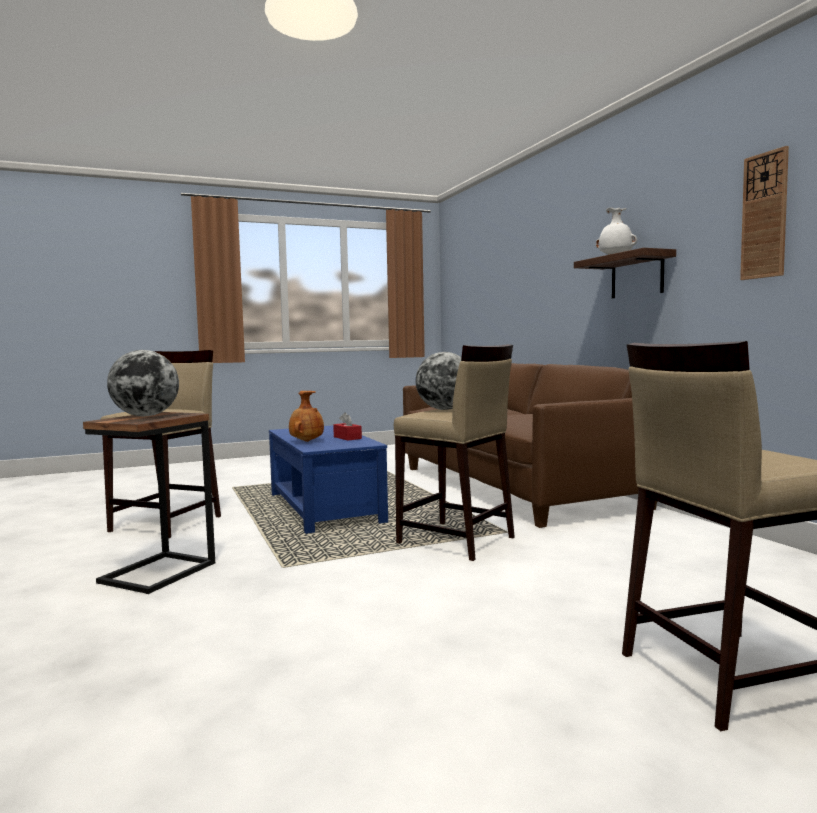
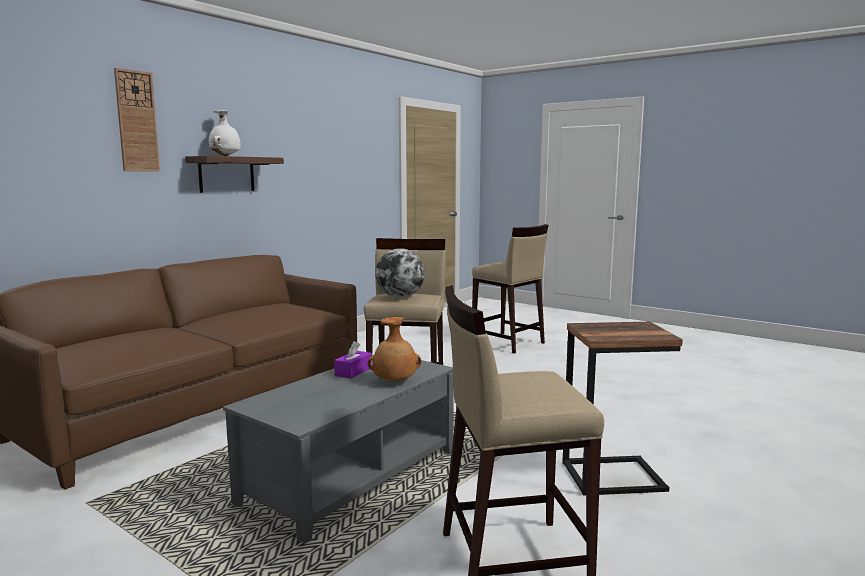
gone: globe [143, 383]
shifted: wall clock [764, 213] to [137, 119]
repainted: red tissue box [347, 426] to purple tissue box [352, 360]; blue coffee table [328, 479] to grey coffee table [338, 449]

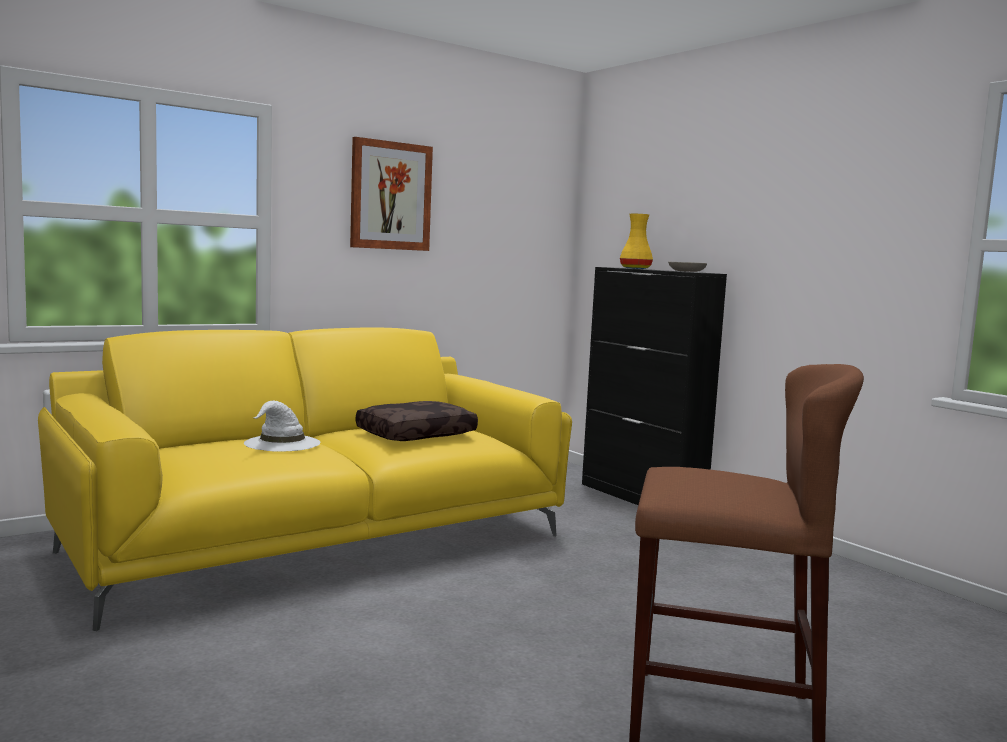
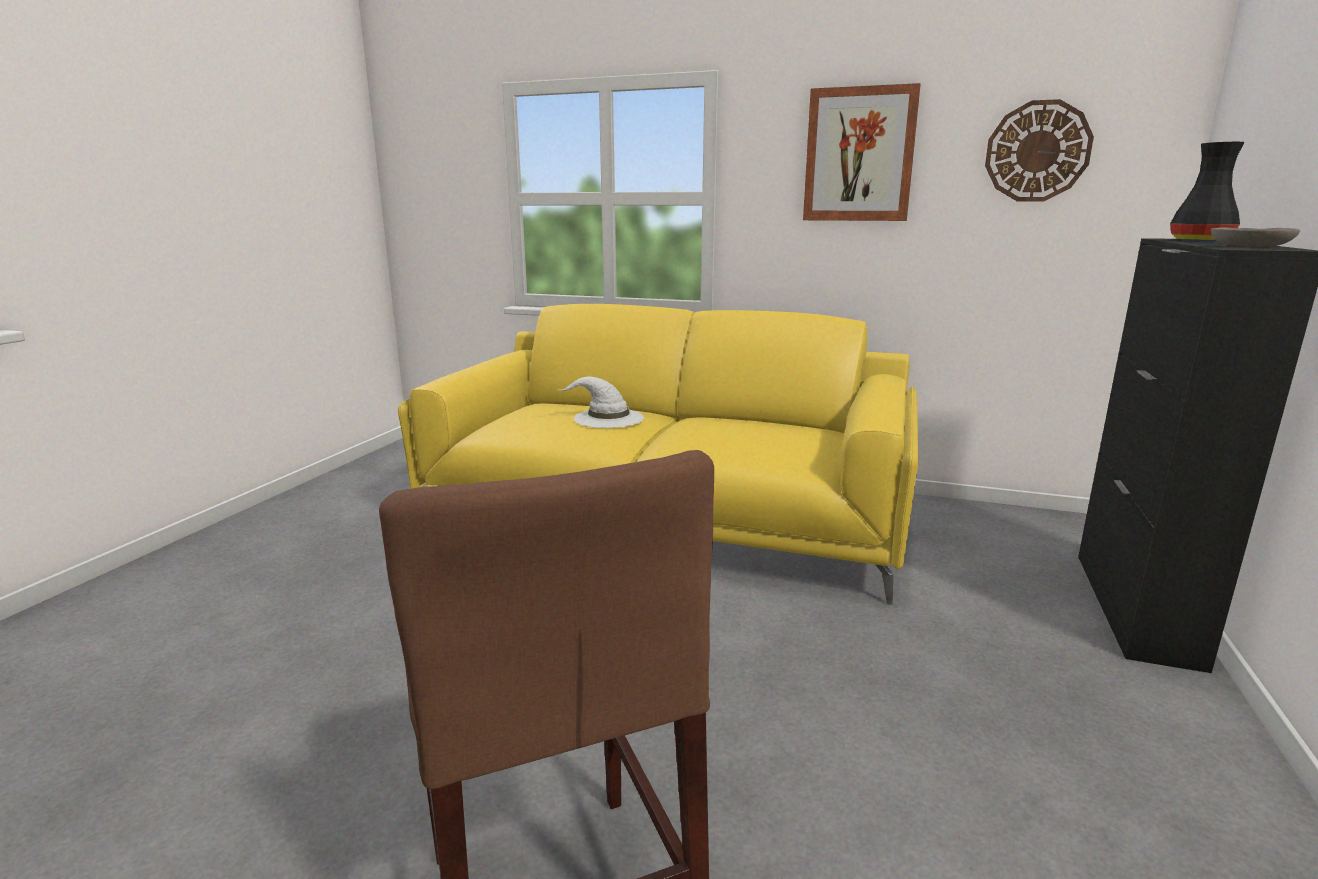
gone: brown pillow [417, 421]
new: wall clock [1039, 150]
repainted: yellow vase [636, 241] to black vase [1207, 191]

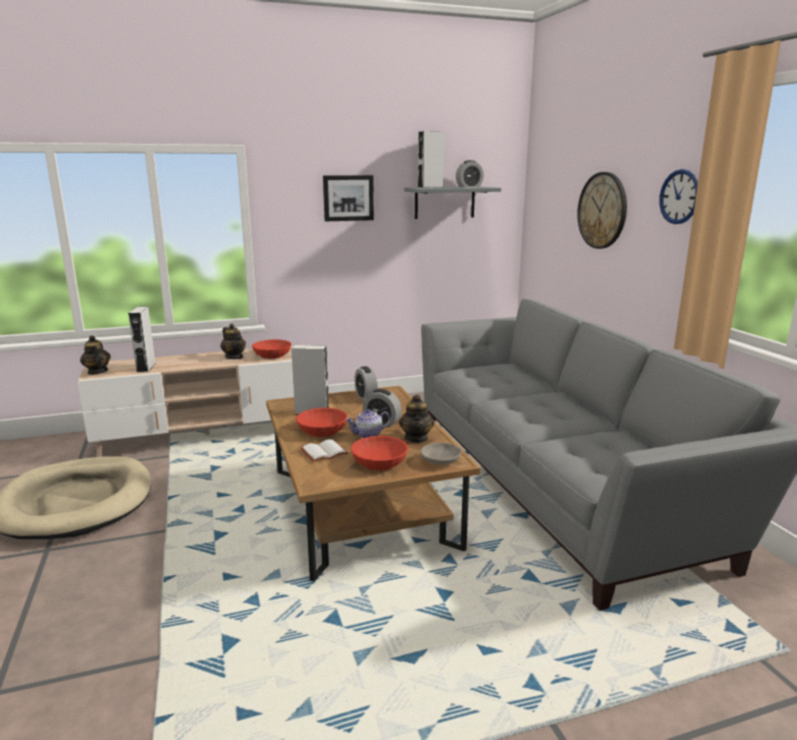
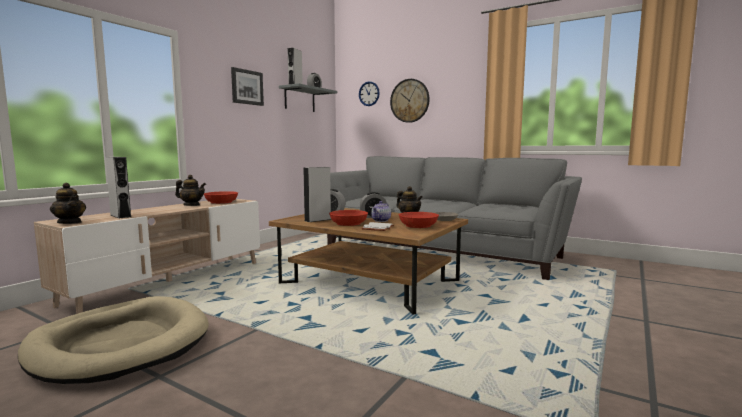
shifted: wall clock [678, 196] to [369, 93]
rotated: teapot [95, 355] = [68, 203] 150 degrees counterclockwise

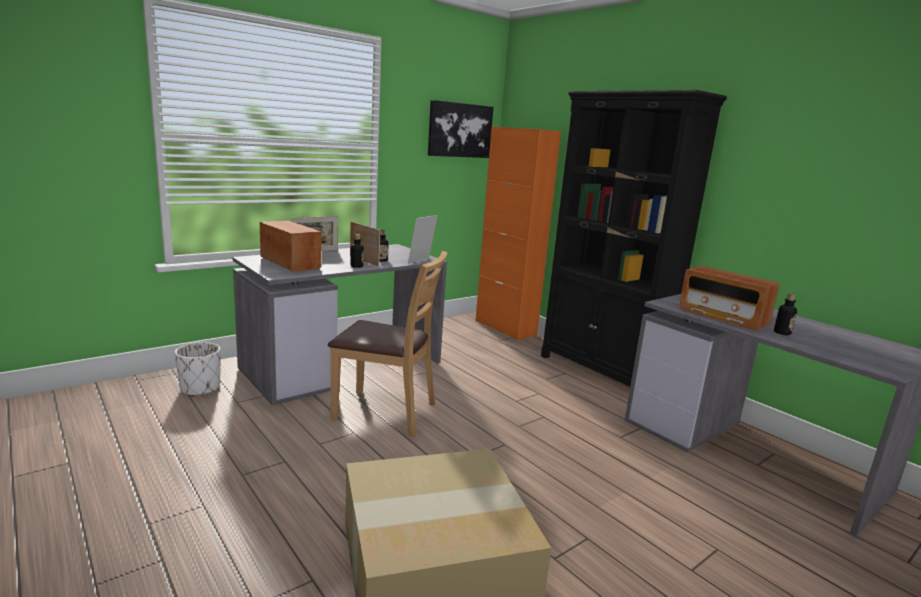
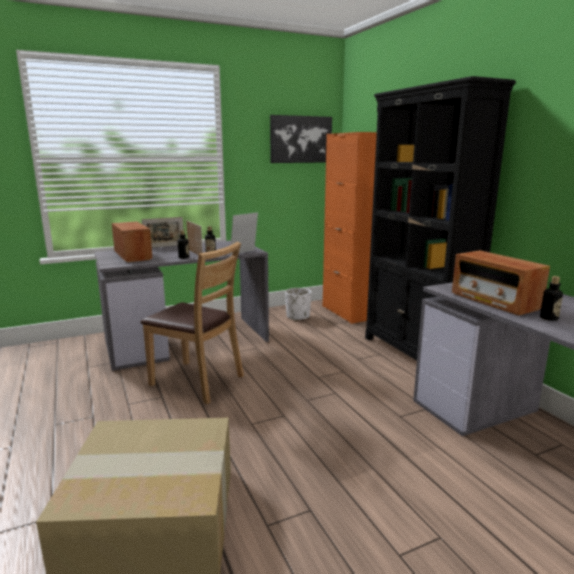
shifted: white planter [198, 369] to [298, 304]

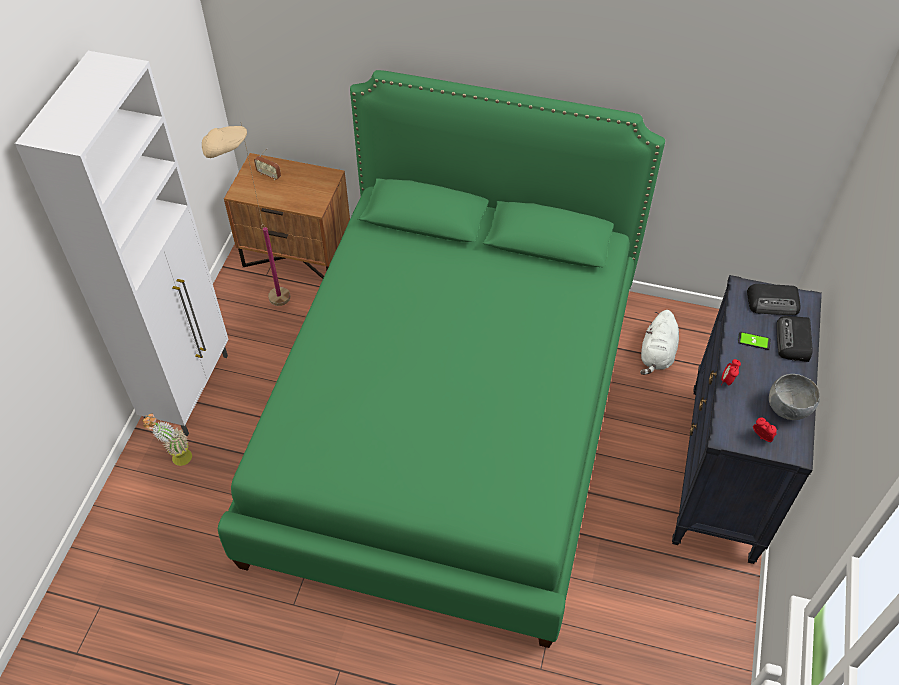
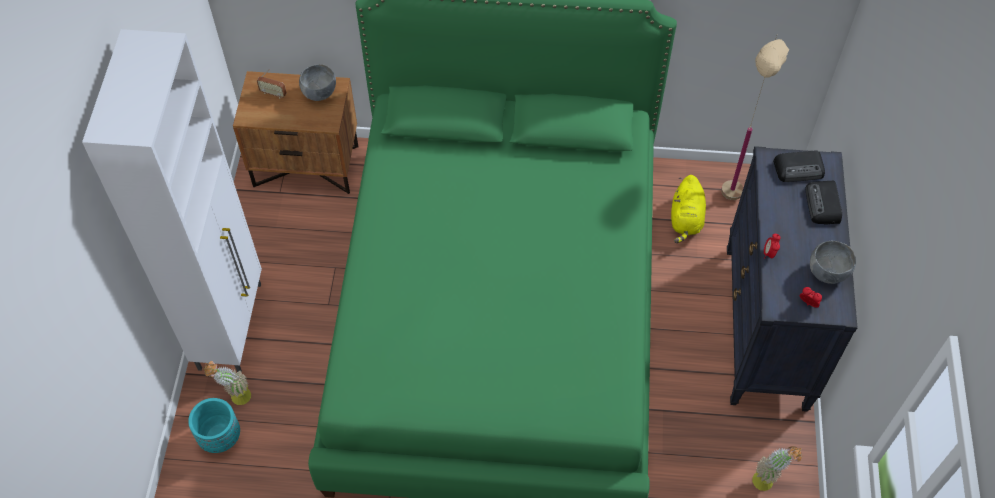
gone: phone [754, 341]
new: grey bowl [317, 82]; turquoise planter [214, 425]; potted plant [777, 468]
shifted: beige floor lamp [246, 215] to [755, 118]
repainted: white plush toy [659, 342] to yellow plush toy [688, 209]

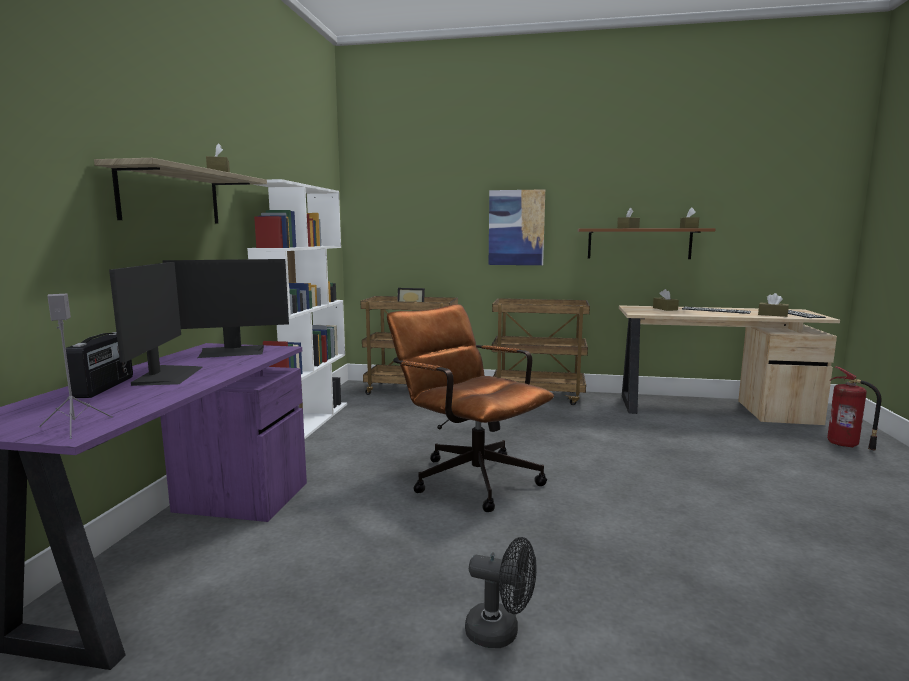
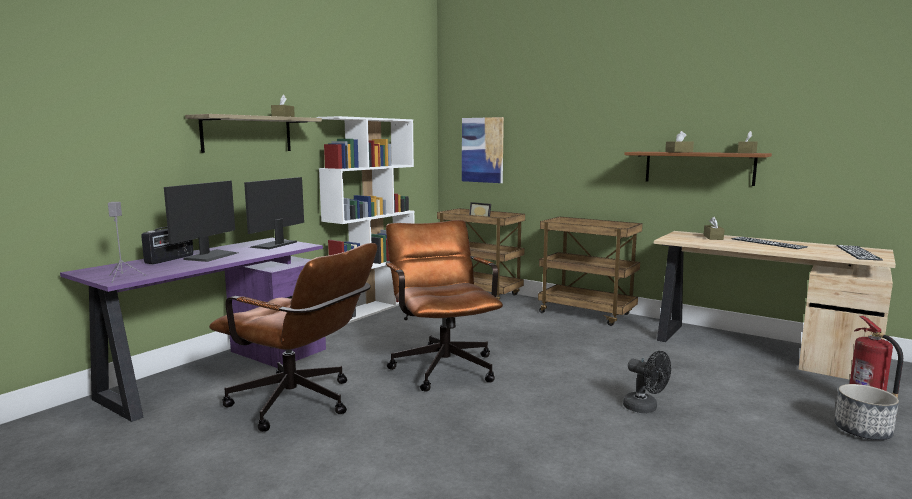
gone: brown tissue box [773, 305]
new: brown office chair [293, 337]; planter [867, 412]
shifted: picture [517, 227] to [483, 150]; black fan [501, 592] to [647, 382]
rotated: monitor [226, 308] = [274, 213] 105 degrees clockwise

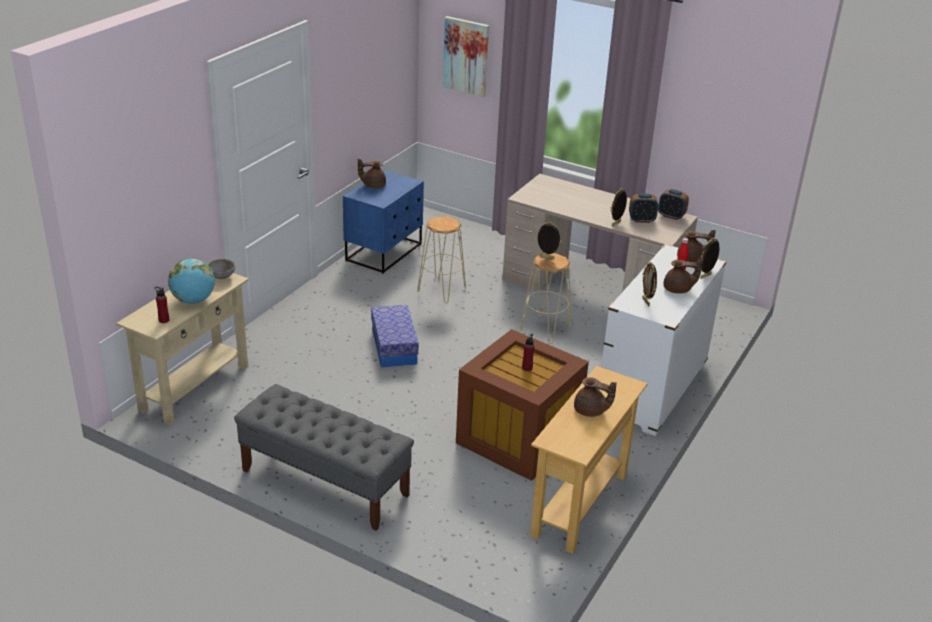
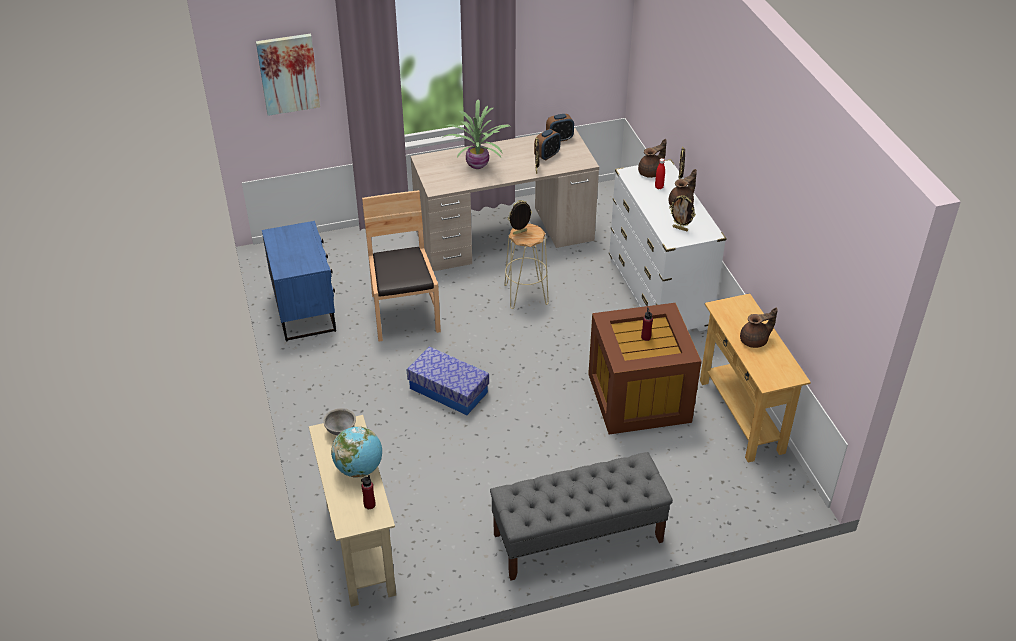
gone: brown teapot [372, 173]
new: potted plant [476, 134]
swapped: beige stool [441, 259] to brown chair [401, 266]

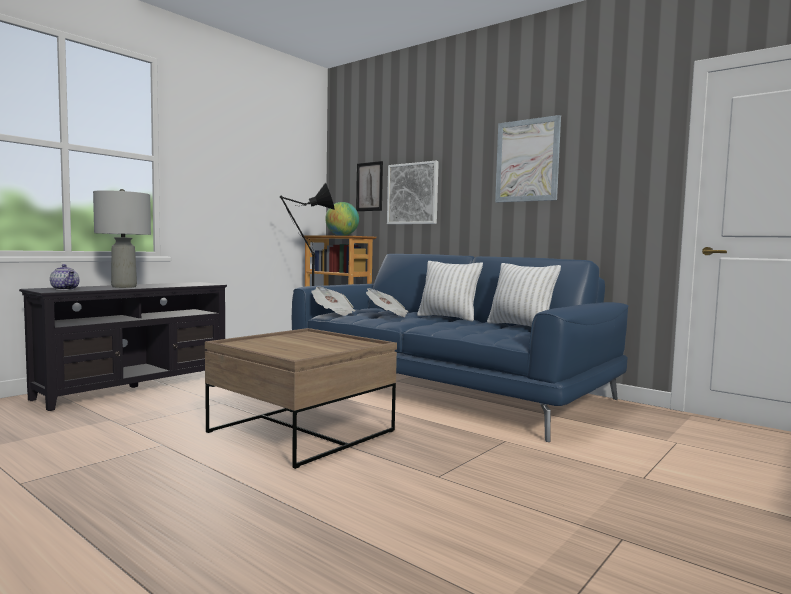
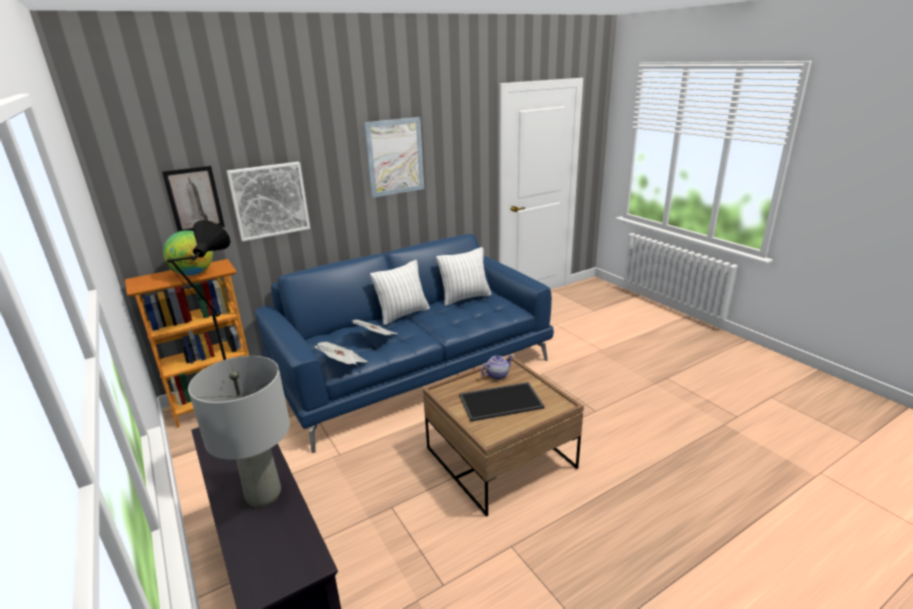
new: tray [502, 402]
shifted: teapot [64, 277] to [497, 367]

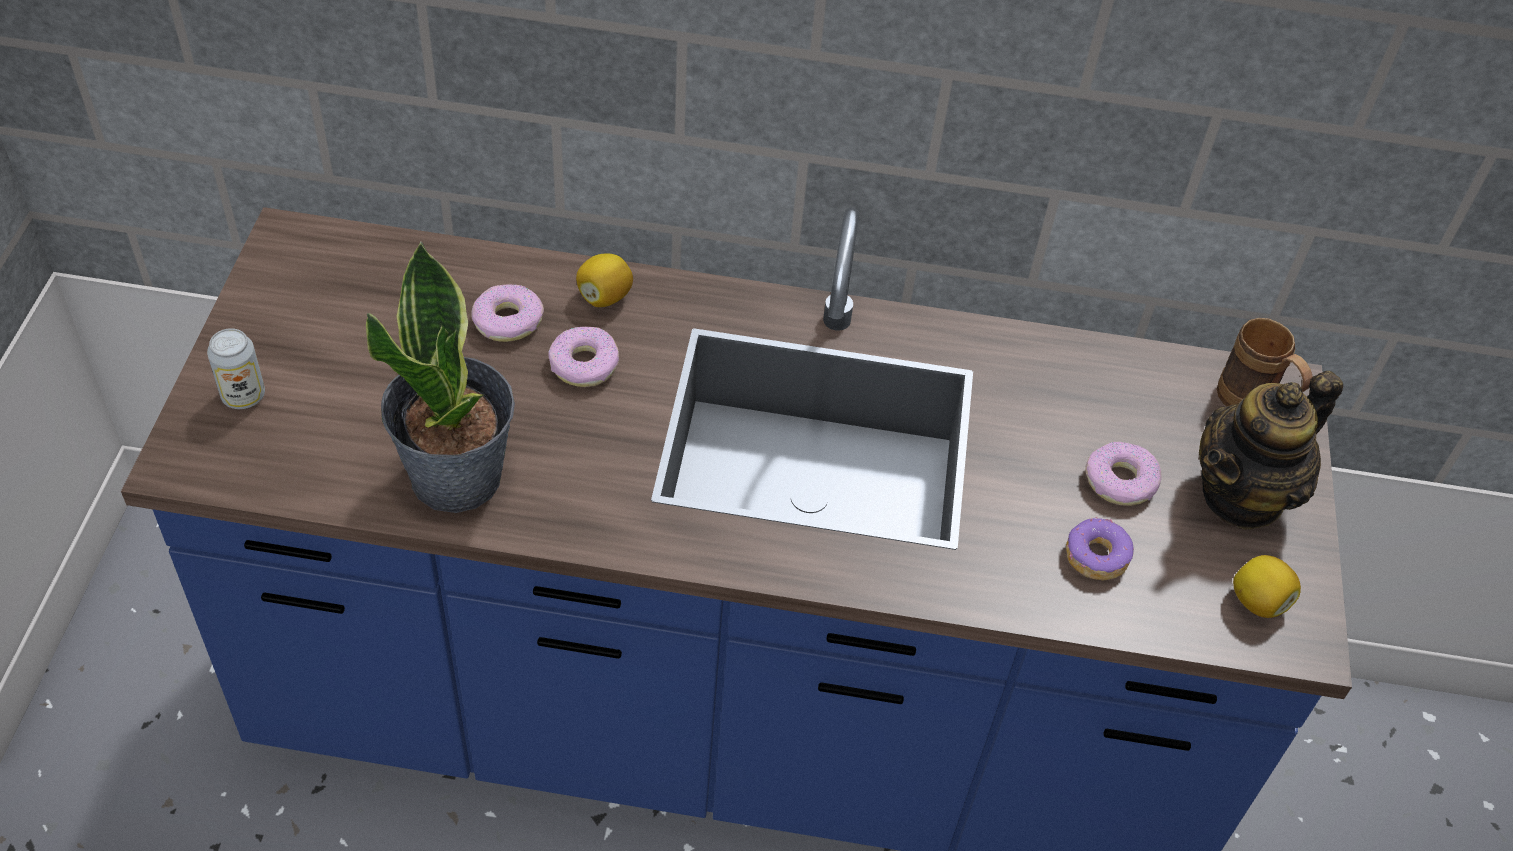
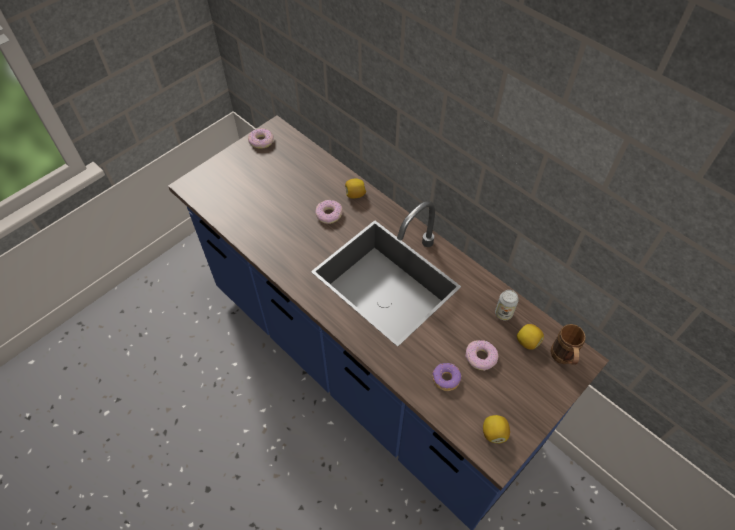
gone: potted plant [440, 377]; teapot [1271, 450]
new: lemon [530, 337]
shifted: donut [507, 313] to [261, 138]; can [236, 368] to [507, 305]

